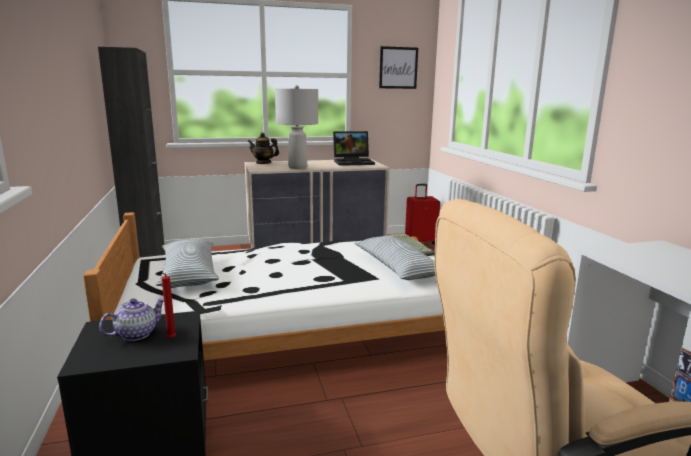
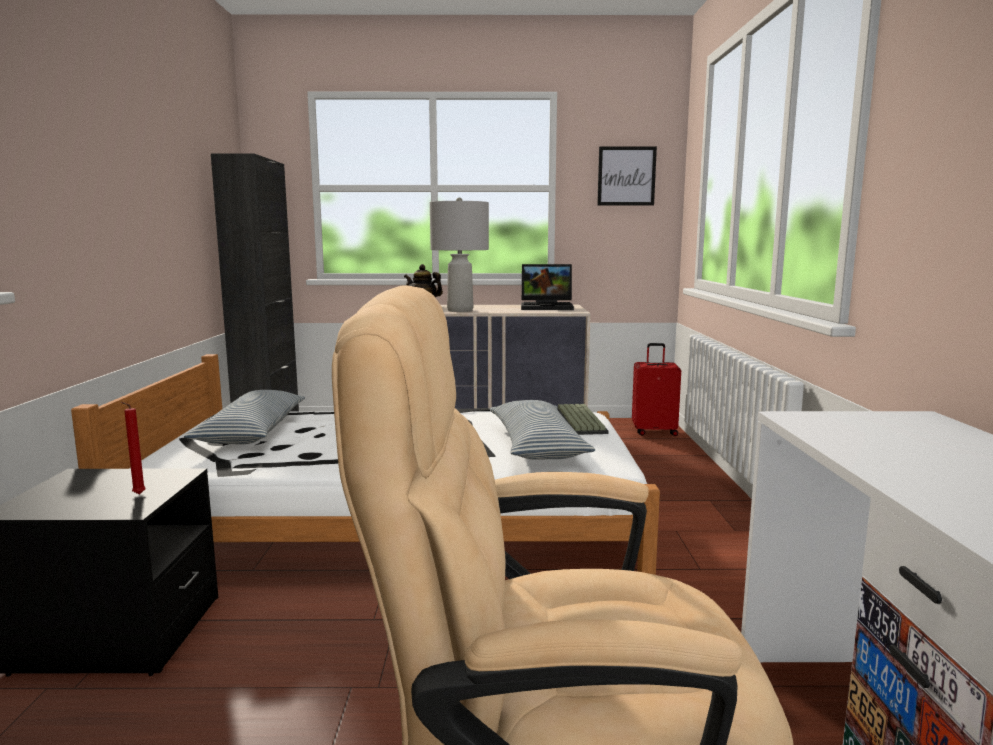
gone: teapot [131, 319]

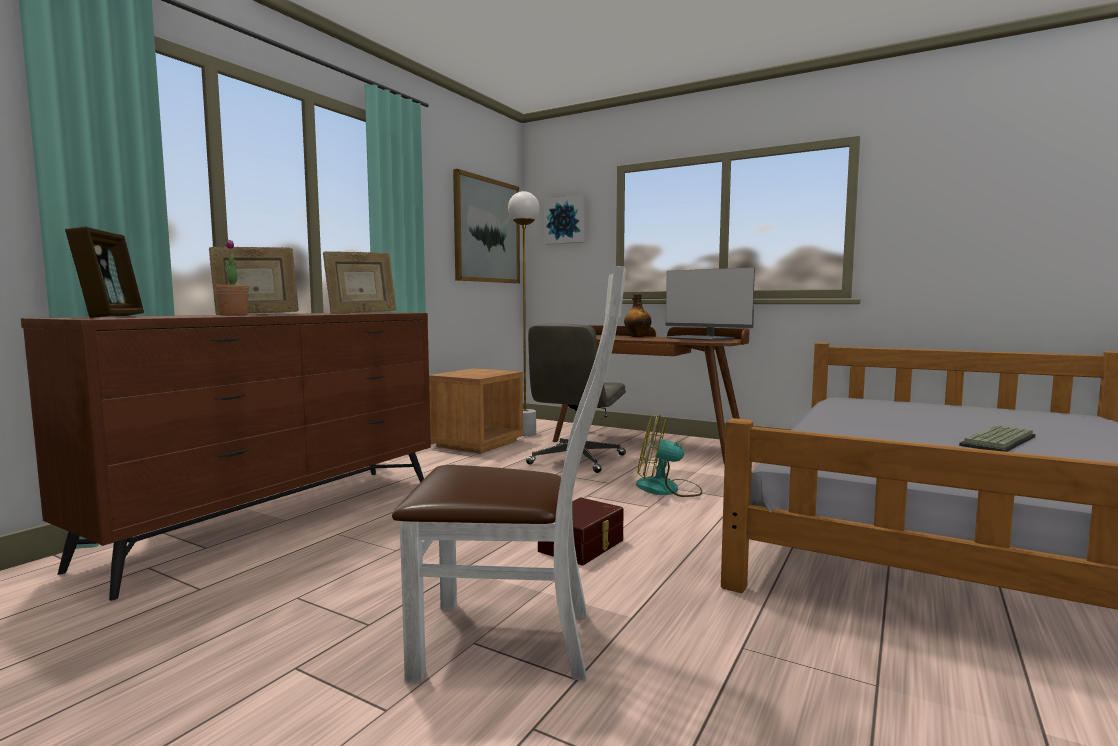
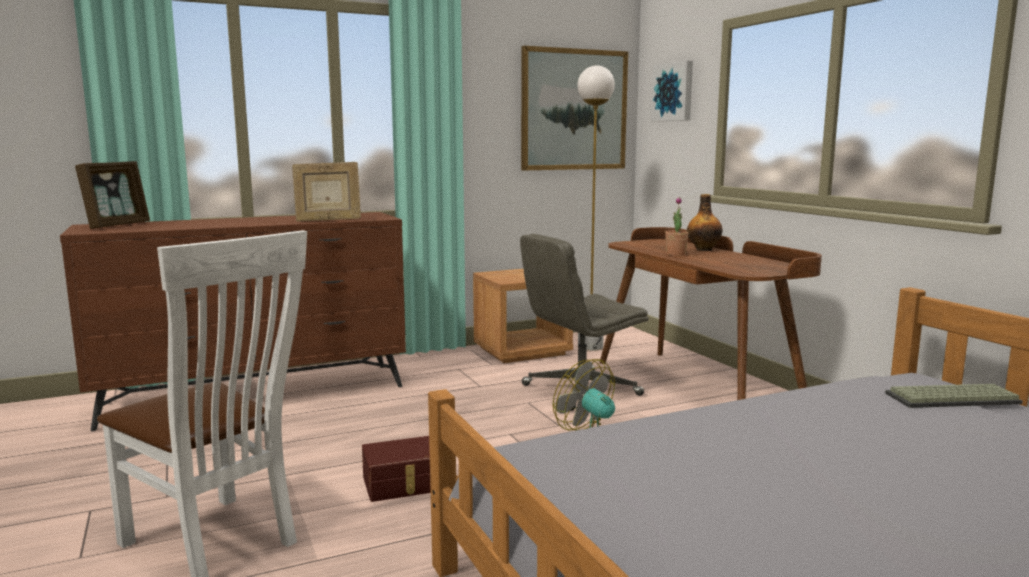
gone: picture frame [254, 281]; monitor [710, 304]
shifted: potted plant [232, 277] to [677, 226]; keyboard [997, 438] to [954, 396]

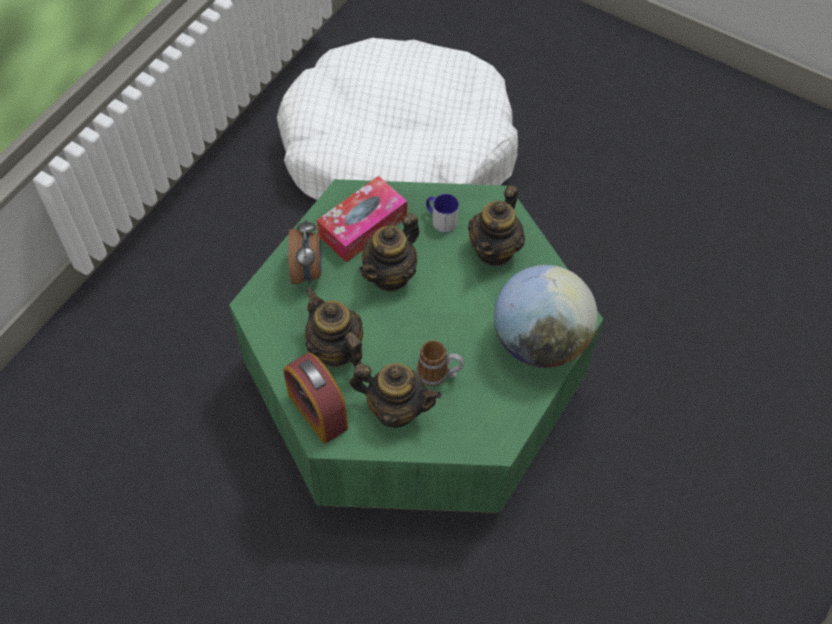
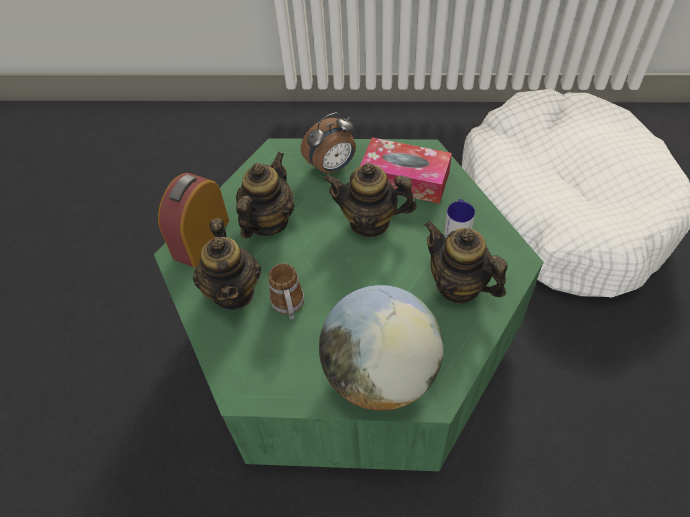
rotated: teapot [496, 225] = [466, 262] 45 degrees clockwise

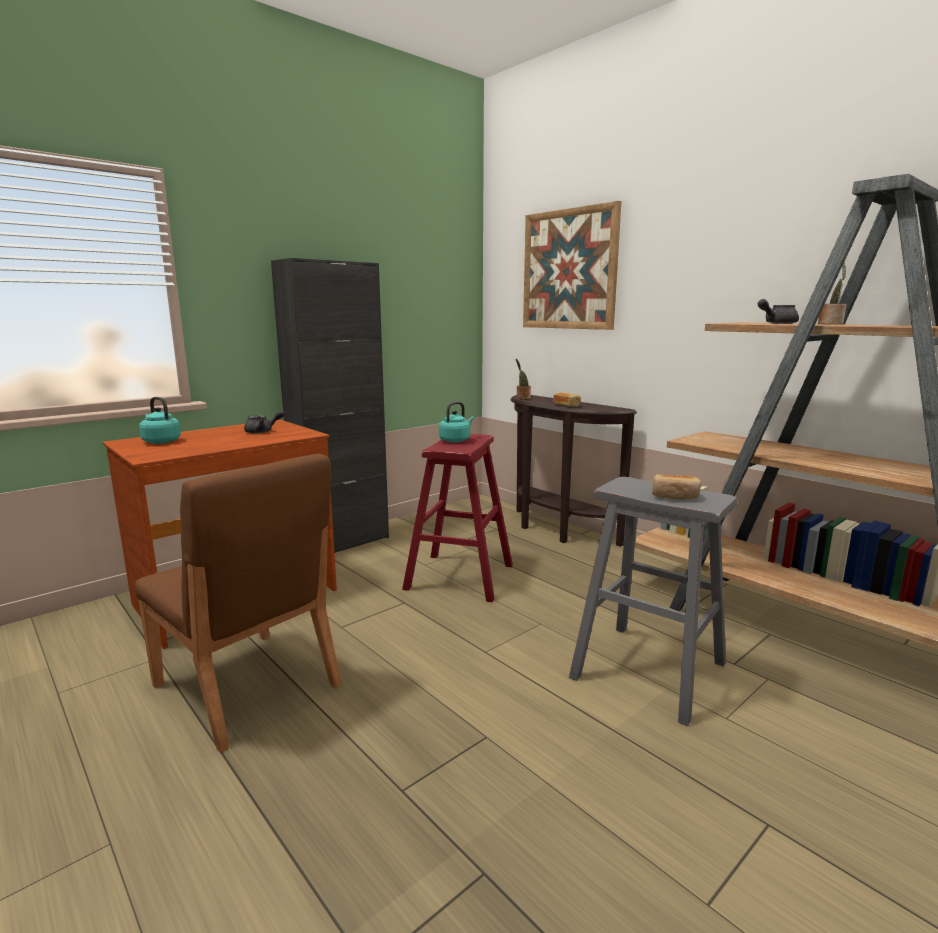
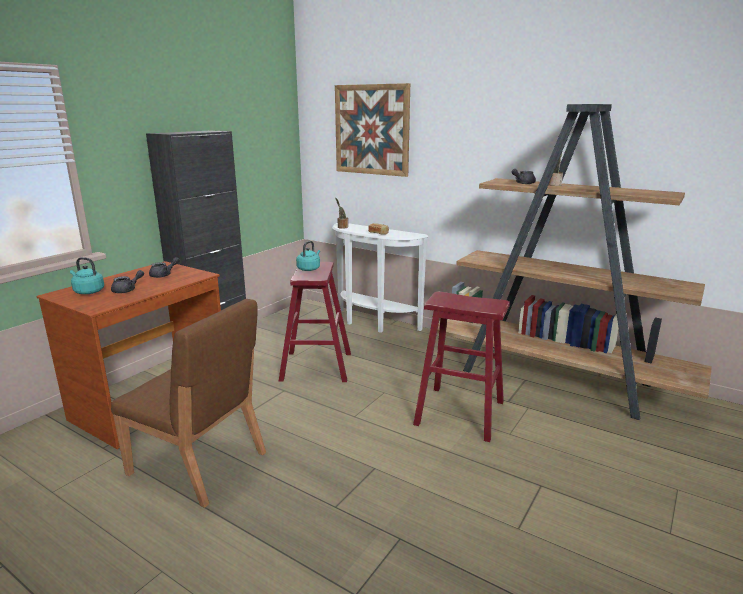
gone: bread [676, 487]
new: grey teapot [127, 281]
repainted: brown console table [574, 471] to white console table [380, 278]; grey stool [653, 601] to red stool [461, 367]

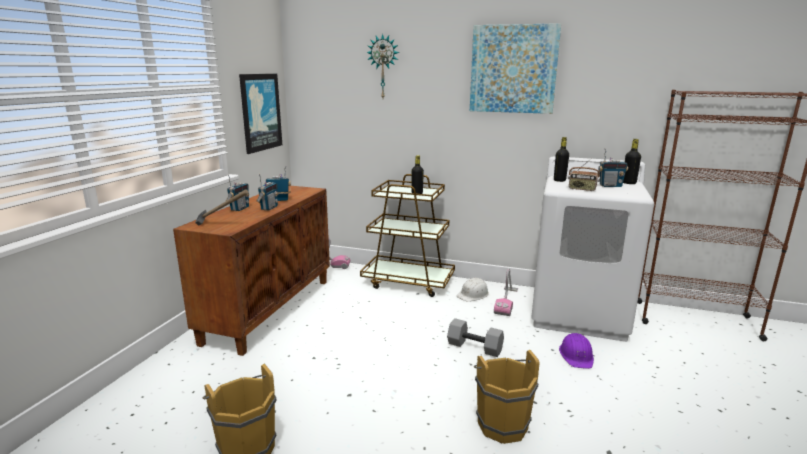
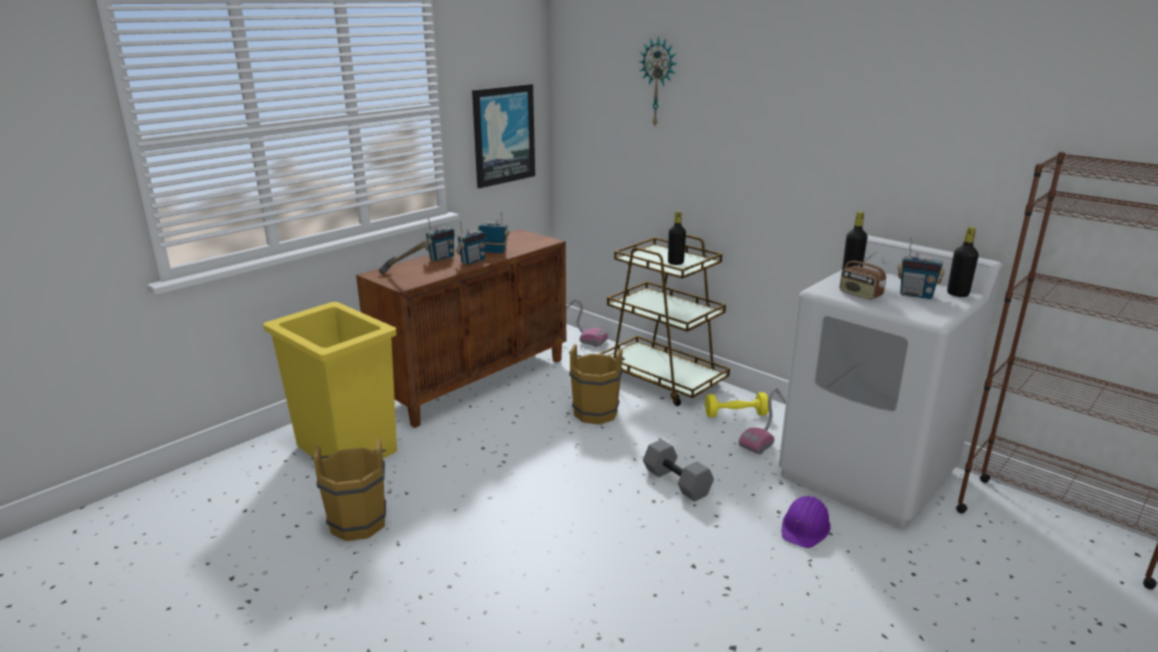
gone: picture [515, 68]
new: yellow trash can [330, 381]
shifted: brown bucket [507, 397] to [597, 384]
swapped: white hard hat [473, 289] to yellow dumbbell [737, 404]

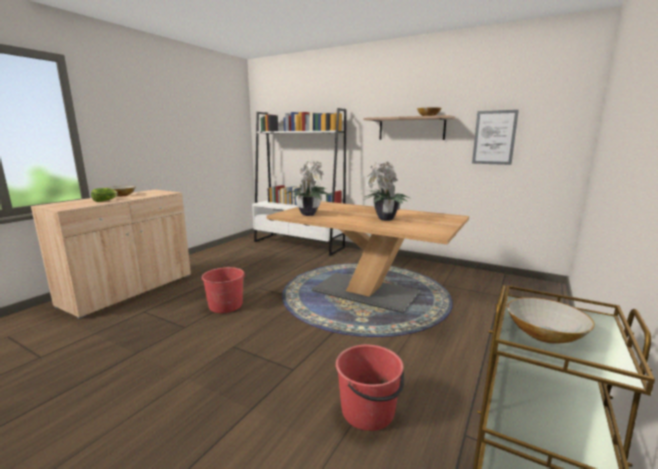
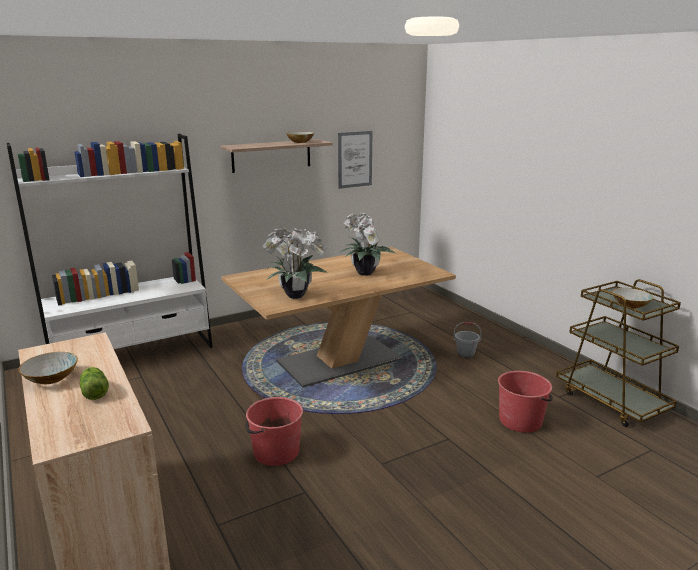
new: grey bucket [467, 340]

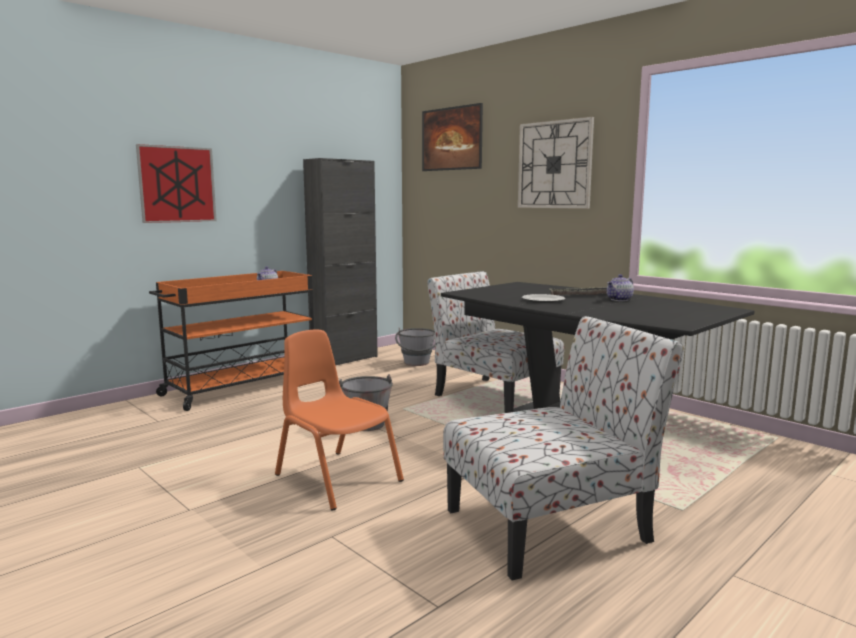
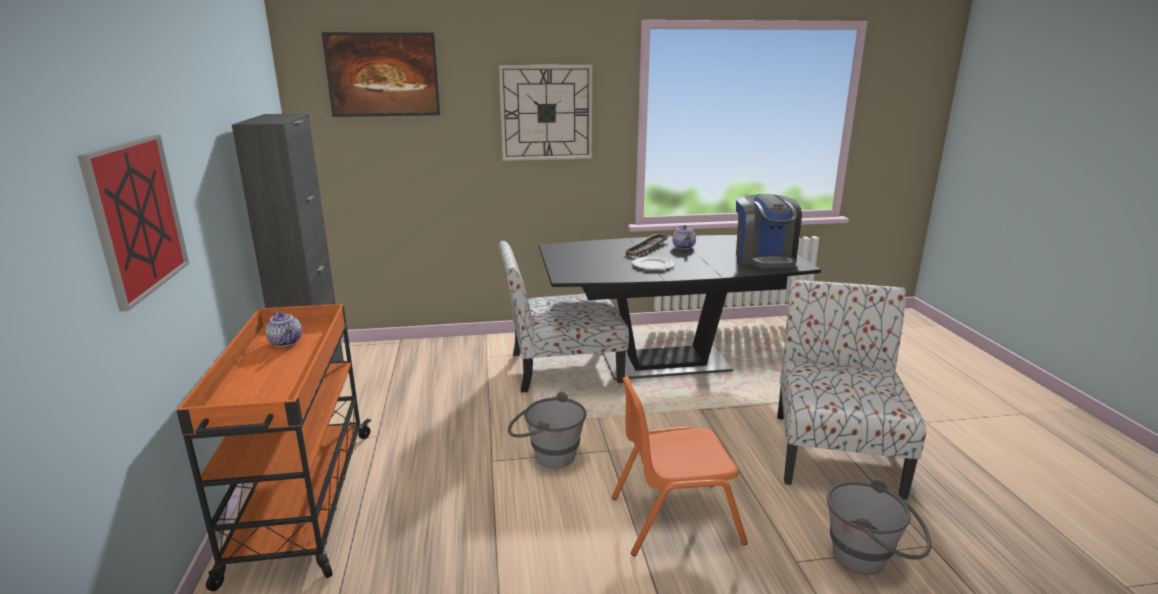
new: coffee machine [769, 231]
shifted: grey bucket [415, 347] to [879, 527]

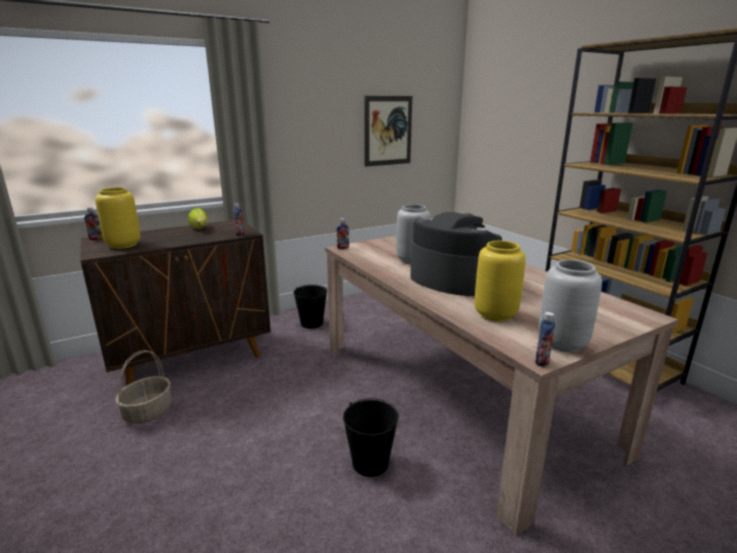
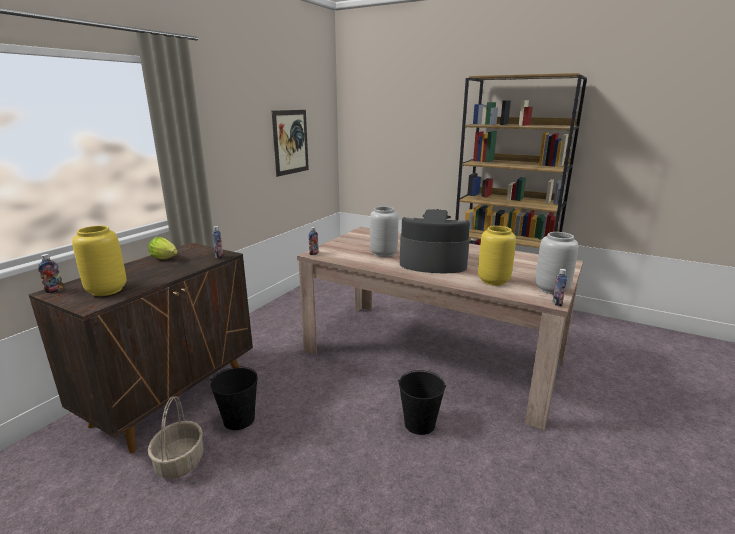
shifted: black bucket [310, 306] to [234, 398]

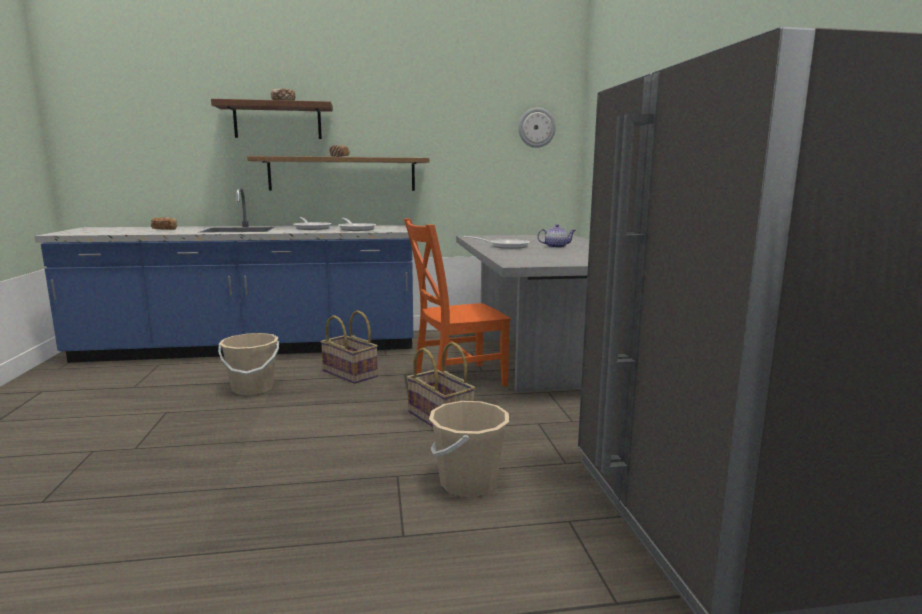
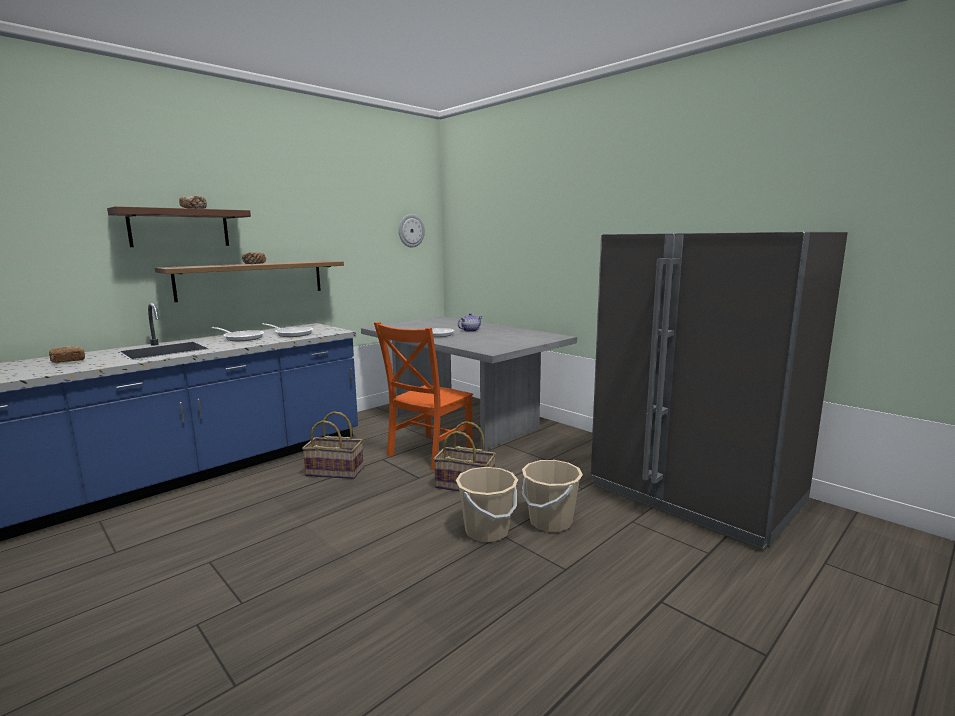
shifted: beige bucket [248, 364] to [487, 504]

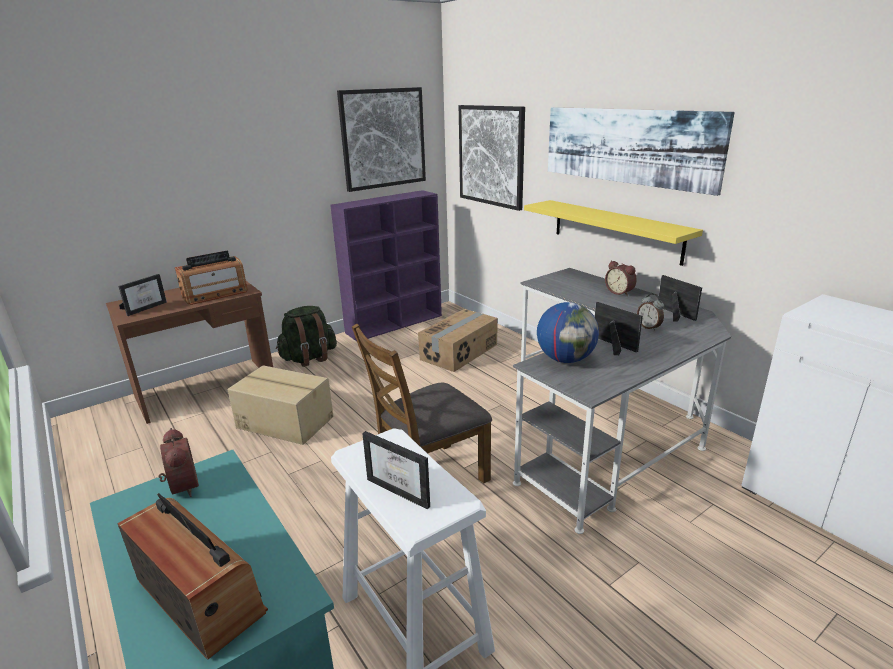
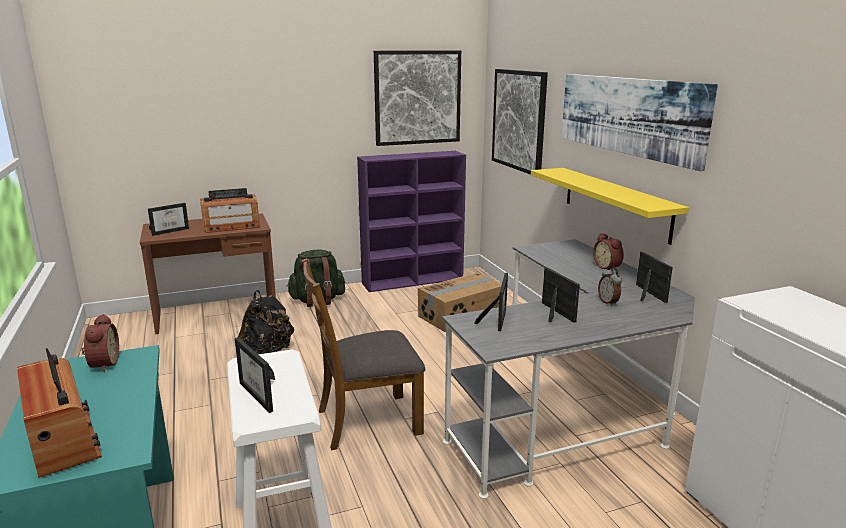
swapped: globe [568, 332] to picture frame [491, 302]; cardboard box [280, 405] to black backpack [266, 322]

